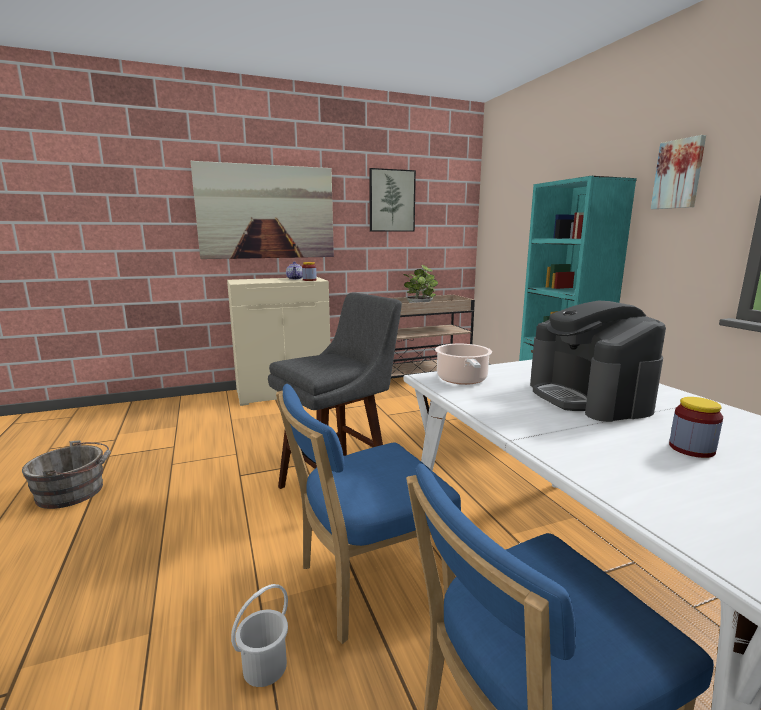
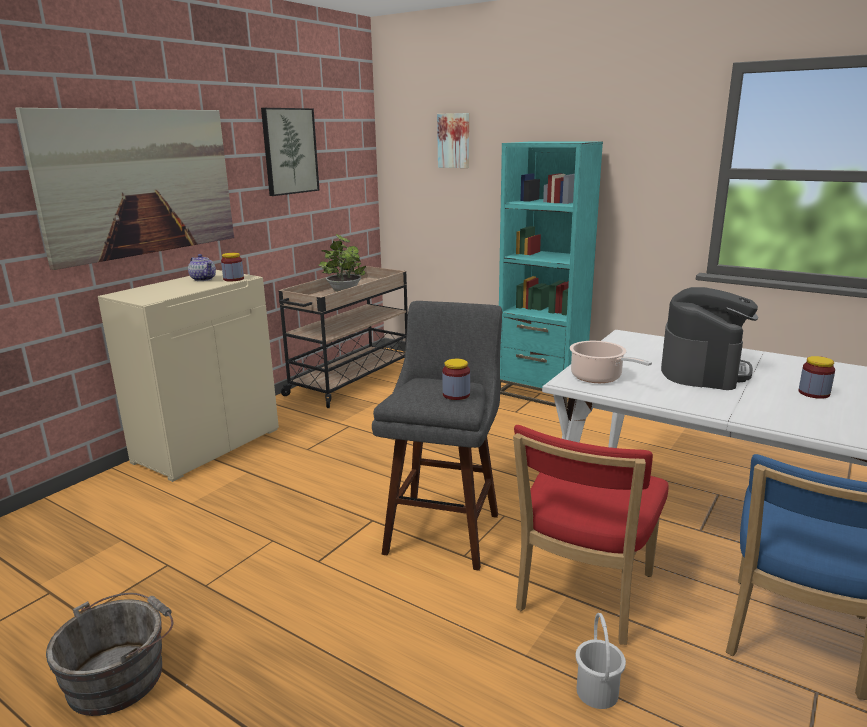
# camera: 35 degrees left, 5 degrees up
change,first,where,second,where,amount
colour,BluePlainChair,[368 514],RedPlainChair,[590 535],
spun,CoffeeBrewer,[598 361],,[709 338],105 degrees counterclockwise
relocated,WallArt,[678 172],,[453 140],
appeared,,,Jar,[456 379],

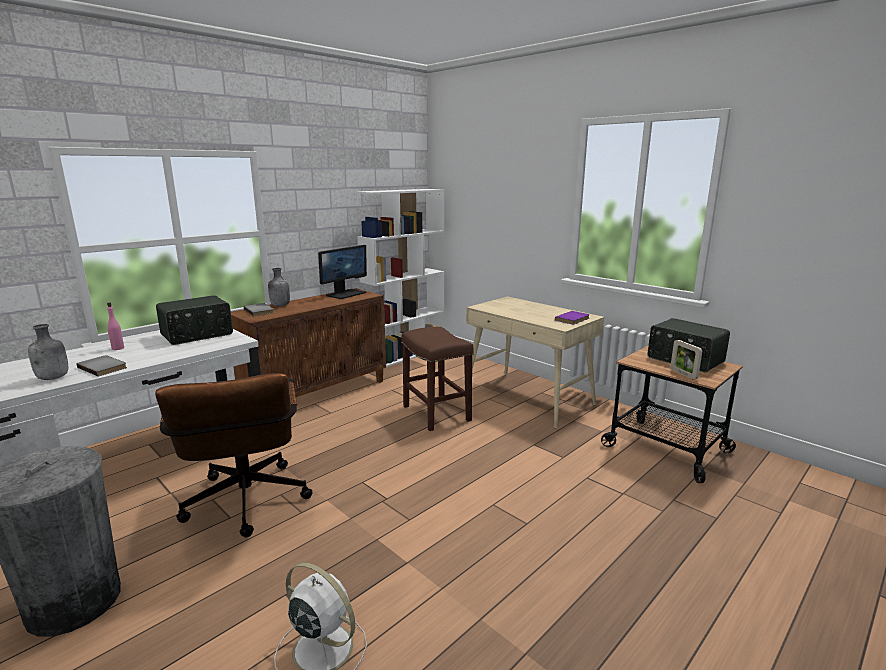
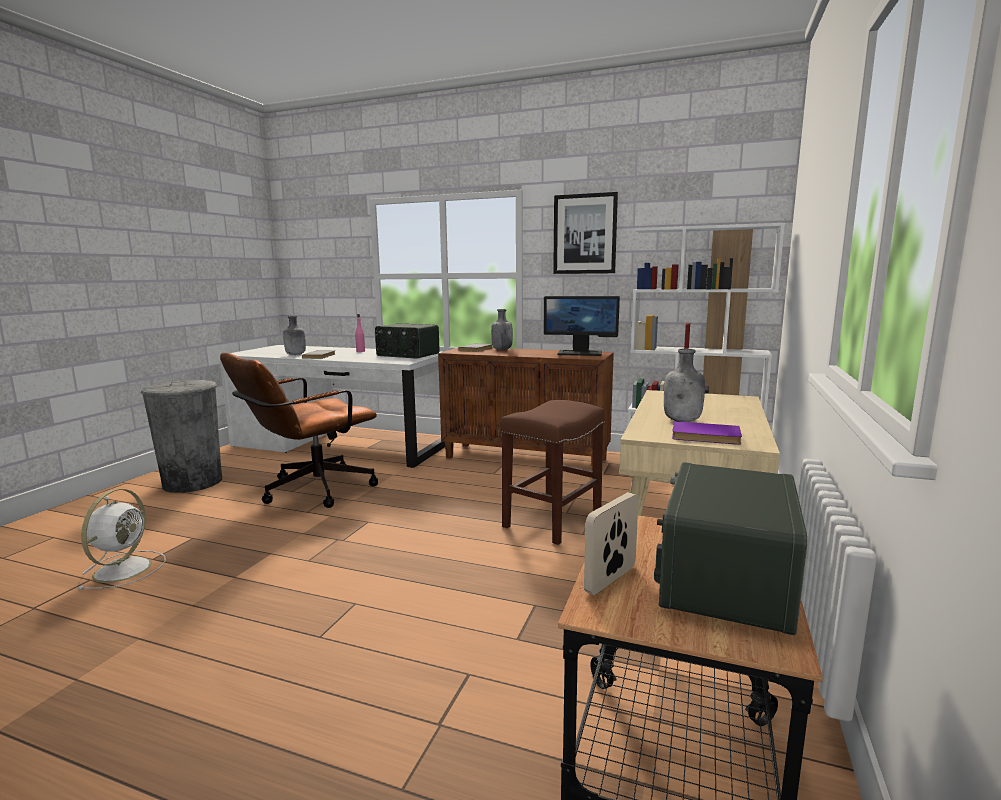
# camera: 65 degrees right, 5 degrees down
change,first,where,second,where,amount
appeared,,,WallArt,[585 233],
appeared,,,GreyishDrinkBottle,[684 385],

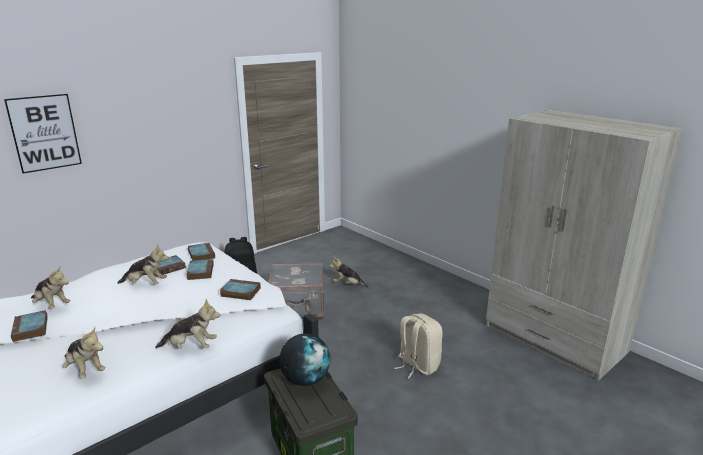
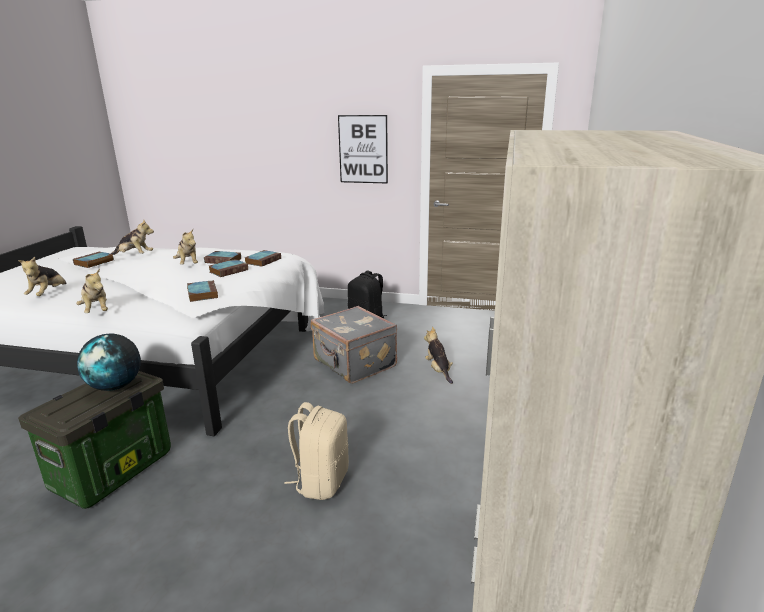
# camera: 55 degrees right, 0 degrees up
change,first,where,second,where,amount
relocated,WallArt,[43 134],,[363 149],
spun,CuddlyToy,[50 288],,[132 237],75 degrees counterclockwise

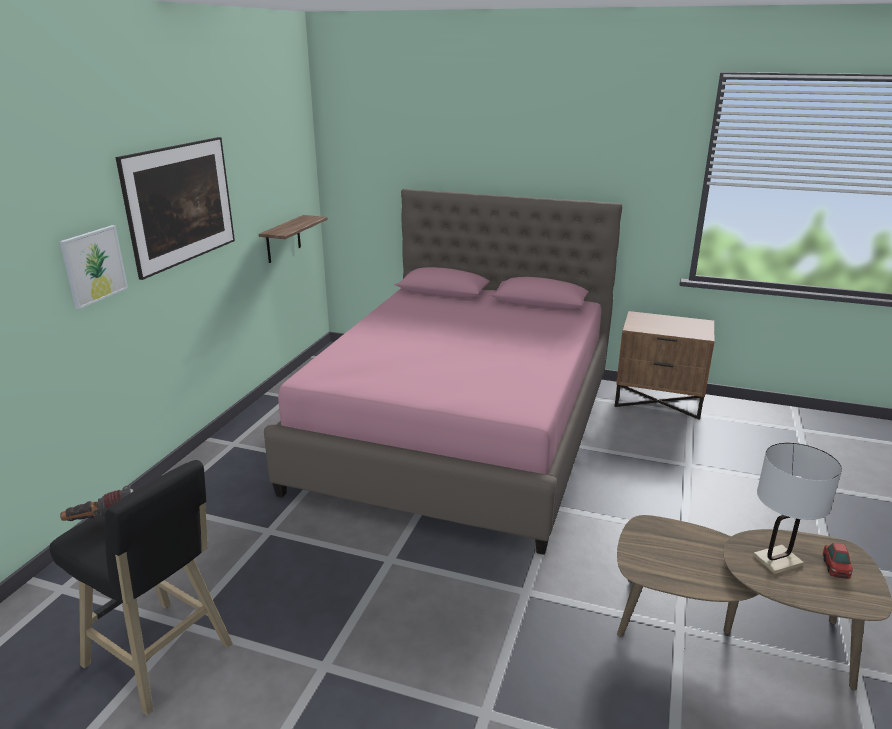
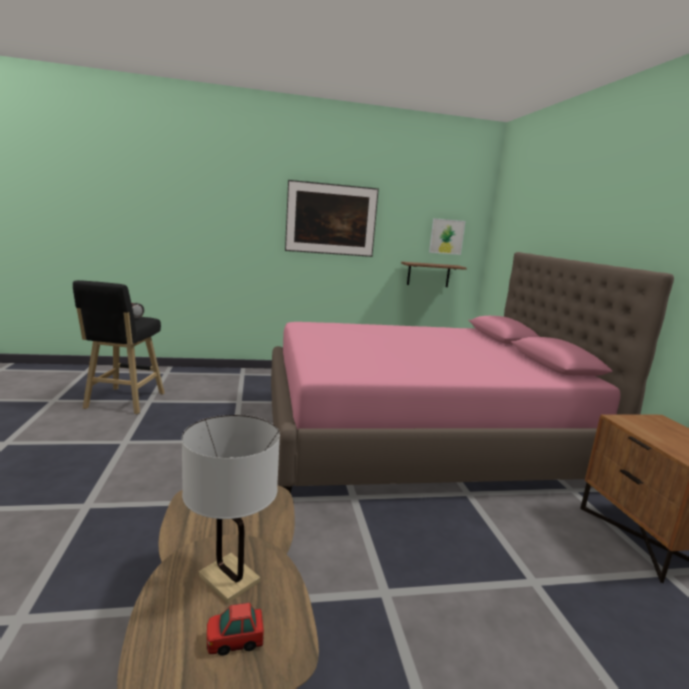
# camera: 60 degrees right, 10 degrees down
change,first,where,second,where,amount
relocated,WallArt,[94 267],,[447 236],

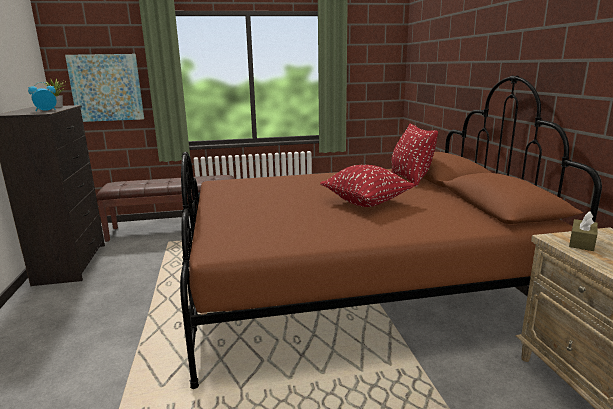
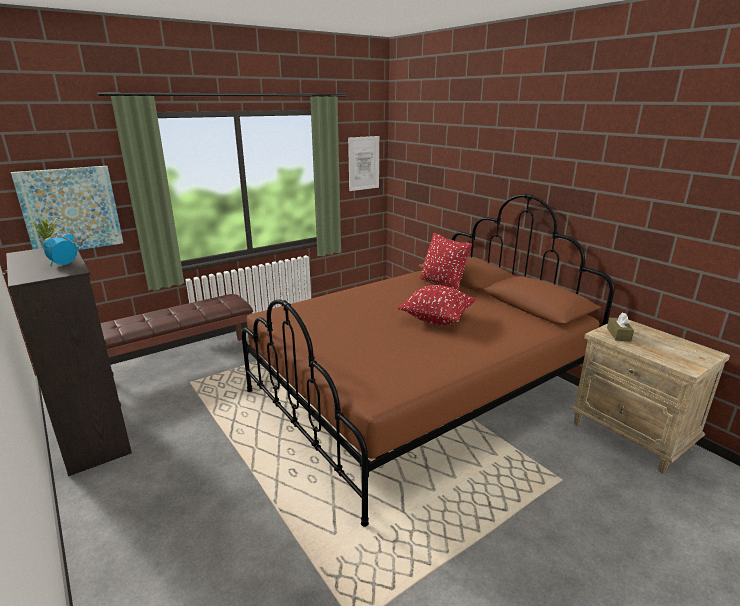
# camera: 25 degrees left, 5 degrees up
change,first,where,second,where,amount
appeared,,,WallArt,[363 163],

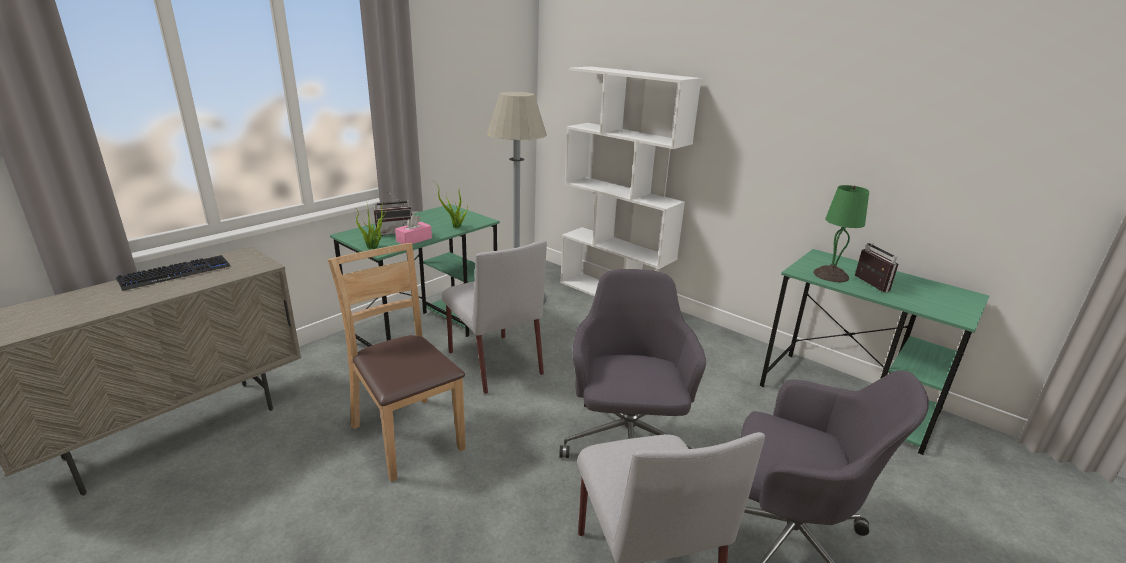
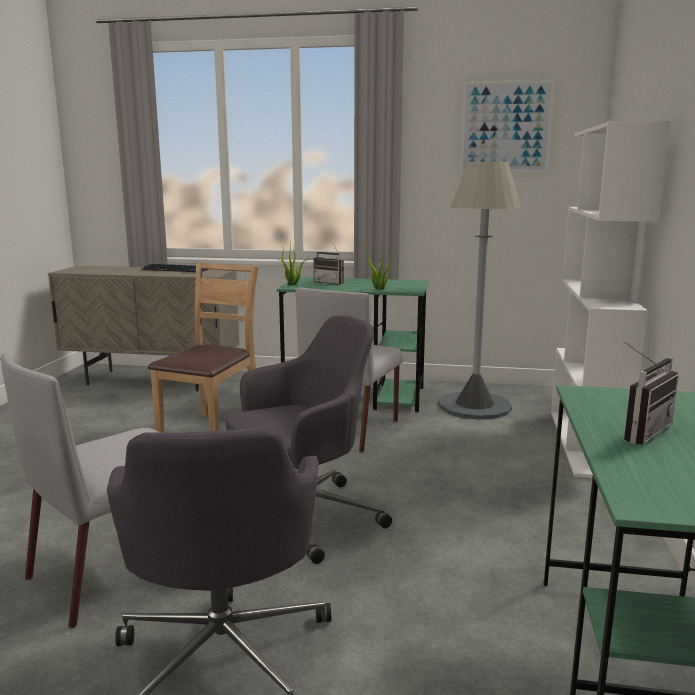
# camera: 60 degrees right, 10 degrees down
change,first,where,second,where,amount
missing,PinkishBoxOfTissues,[413 229],,,
missing,GreenColouredTabletopLamp,[841 233],,,
appeared,,,WallArt,[507 126],

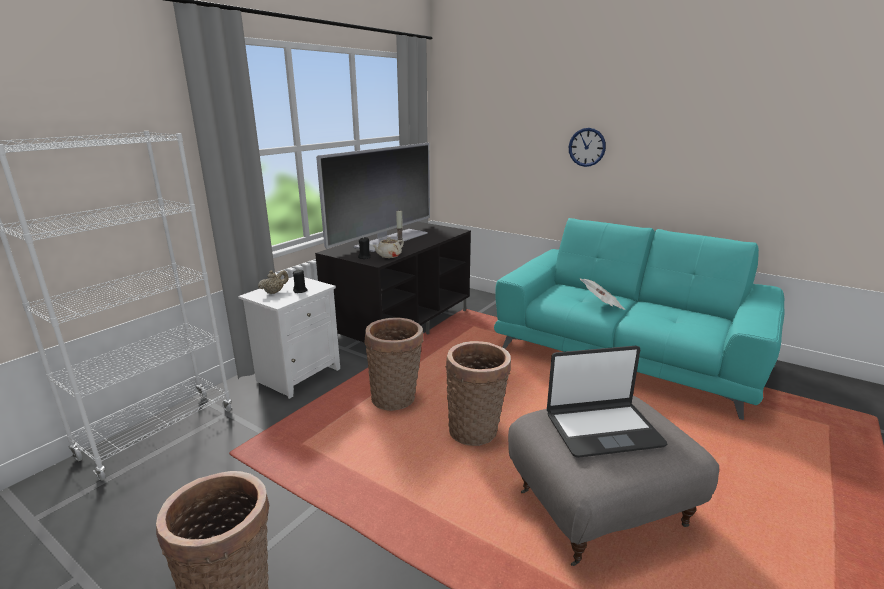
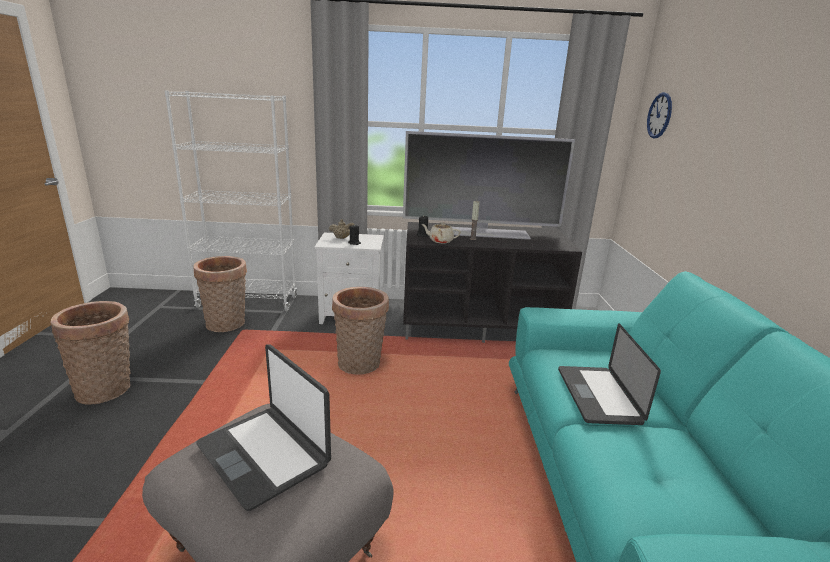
# camera: 55 degrees right, 0 degrees up
change,first,where,second,where,amount
relocated,Basket,[478 393],,[220 294],
relocated,HangingClock,[587 147],,[659 115],
exchanged,PrintedPaper,[603 294],NotebookComputer,[609 374],

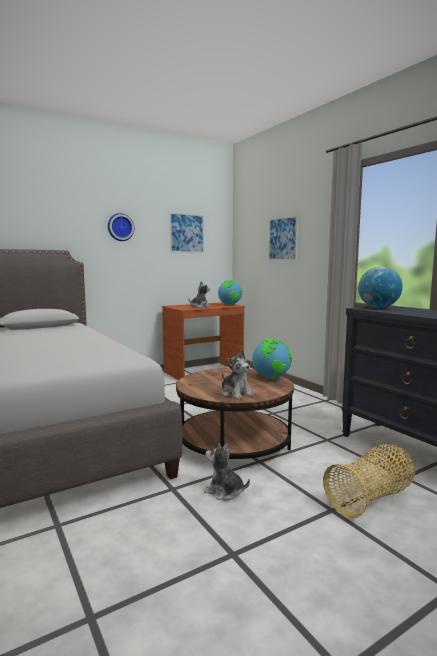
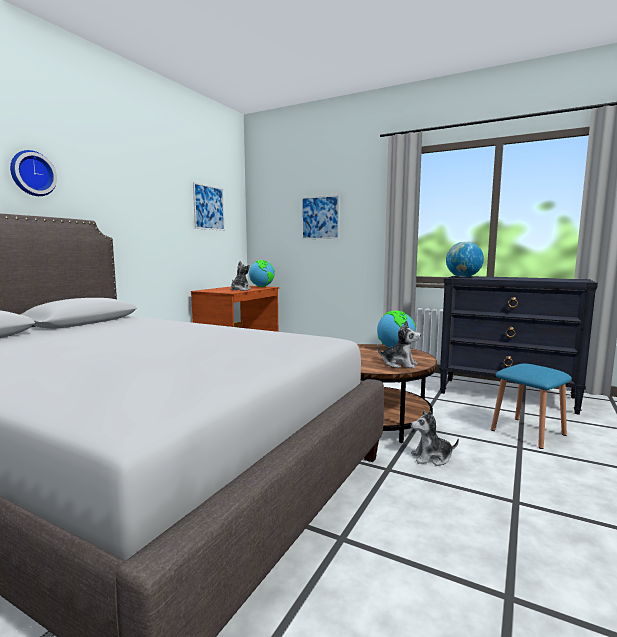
# camera: 30 degrees left, 0 degrees up
change,first,where,second,where,amount
relocated,HangingClock,[121 227],,[33 173],
exchanged,Basket,[369 481],BlueSittingStool,[531 406],

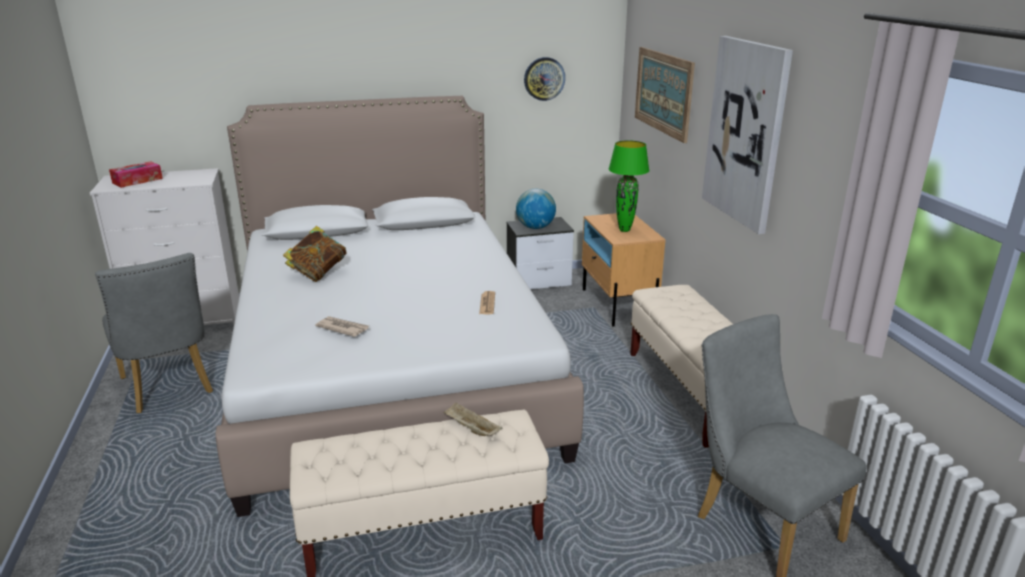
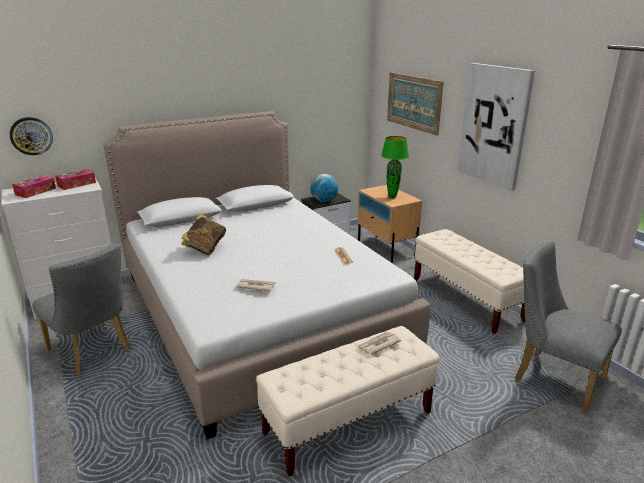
# camera: 15 degrees left, 0 degrees up
change,first,where,second,where,amount
exchanged,BeigeCarryingTray,[472 419],PrintedPaper,[379 343],
relocated,HangingClock,[544 79],,[31 136],
appeared,,,BoxOfTissues,[75 179],

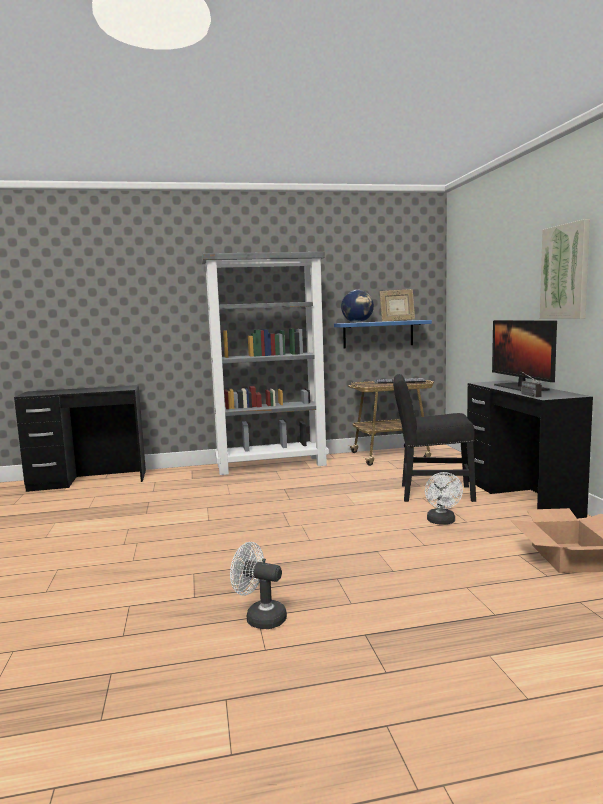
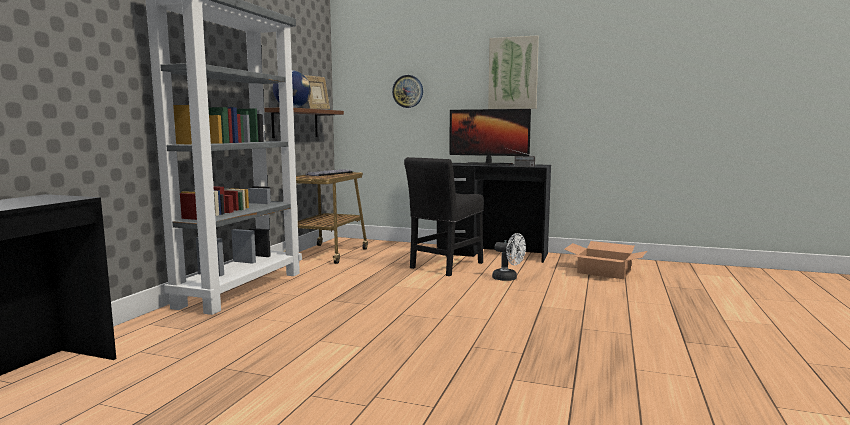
# camera: 60 degrees left, 0 degrees up
change,first,where,second,where,amount
missing,WhiteElectricFan,[258 585],,,
colour,BlueShelf,[383 334],BrownColouredShelf,[304 123],
appeared,,,HangingClock,[407 91],

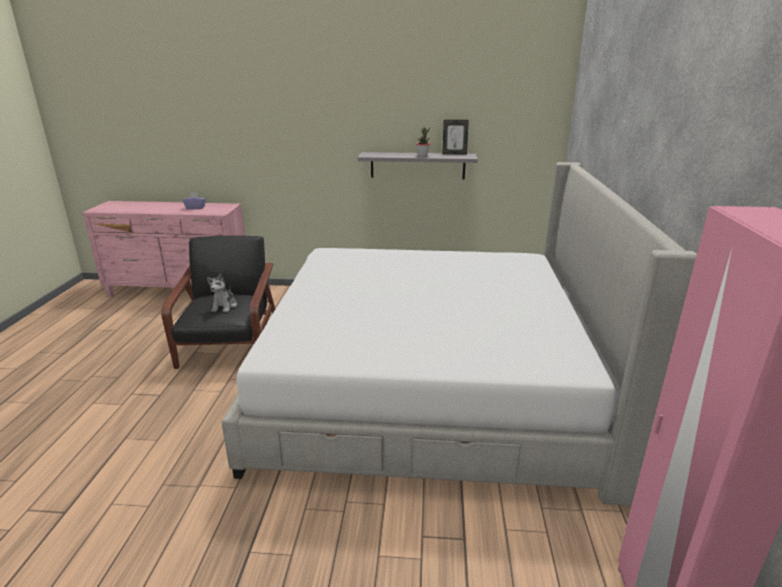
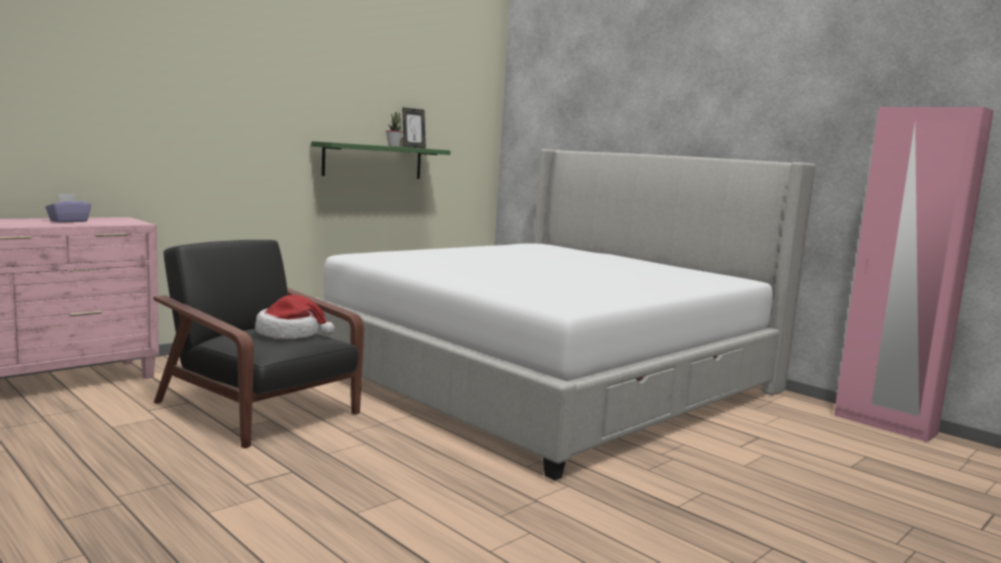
# camera: 50 degrees left, 15 degrees down
change,first,where,second,where,amount
exchanged,CuddlyToy,[222 292],Hat,[294 317],
colour,GreyishShelf,[418 165],GreenColouredShelf,[381 160],

